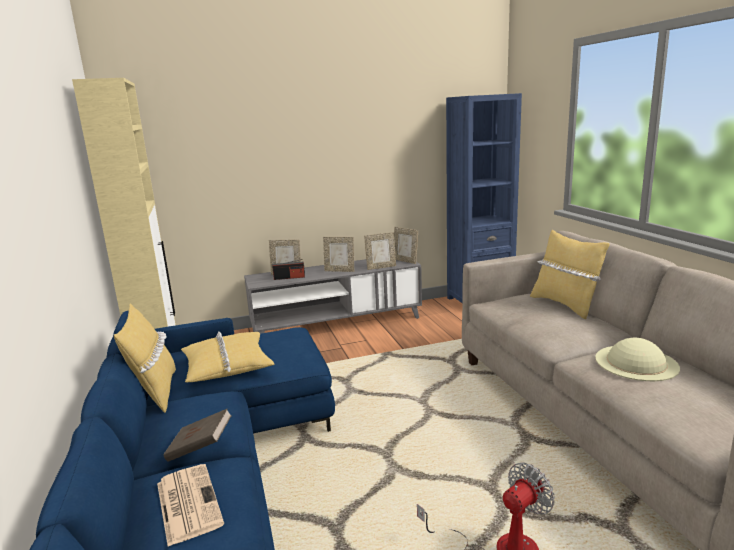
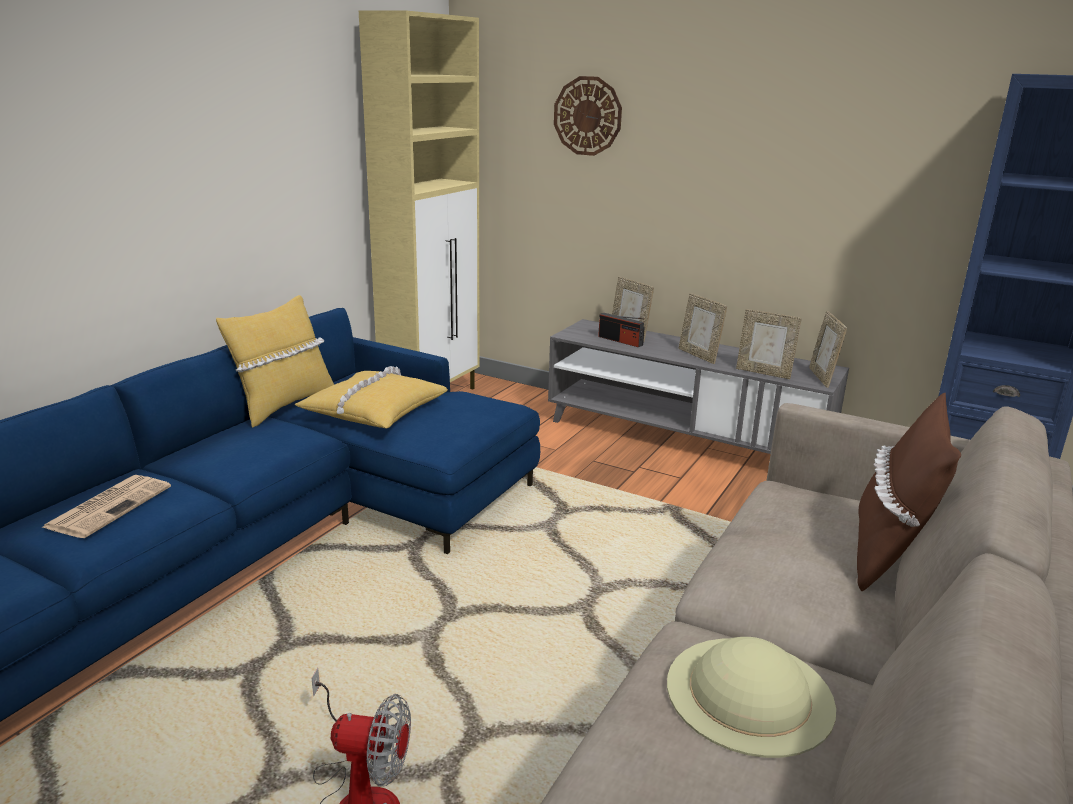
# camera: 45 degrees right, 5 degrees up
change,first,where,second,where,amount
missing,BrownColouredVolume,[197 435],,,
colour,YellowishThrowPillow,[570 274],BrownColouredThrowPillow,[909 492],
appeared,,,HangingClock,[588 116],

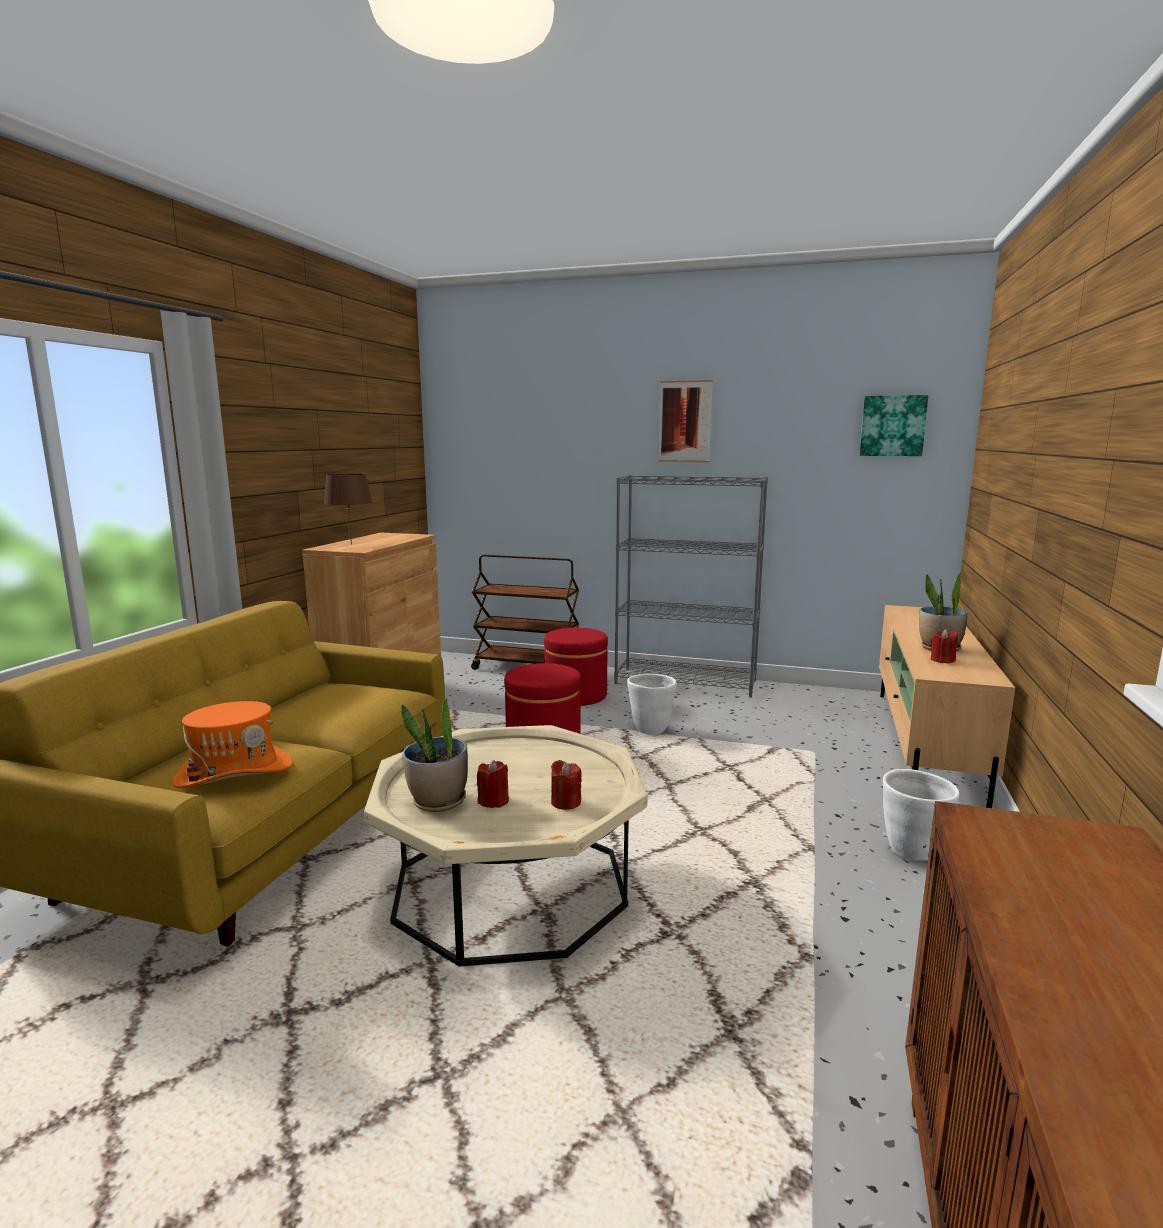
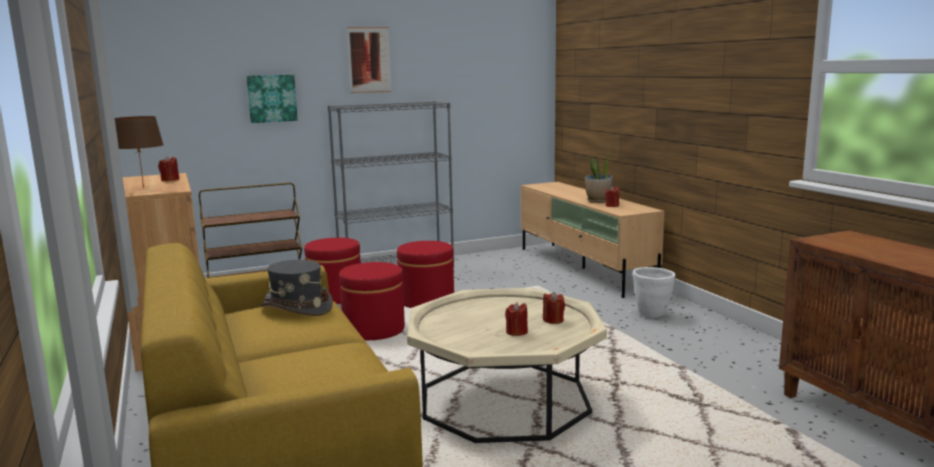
# camera: 40 degrees left, 0 degrees up
change,first,where,second,where,amount
missing,OrangeyHat,[232 744],,,
missing,Houseplant,[434 755],,,
exchanged,WhitePlanter,[652 704],RedOttoman,[425 274],
relocated,WallArt,[893 425],,[272 99],
appeared,,,RedWaxLight,[168 168],
appeared,,,GreyishHat,[296 288],

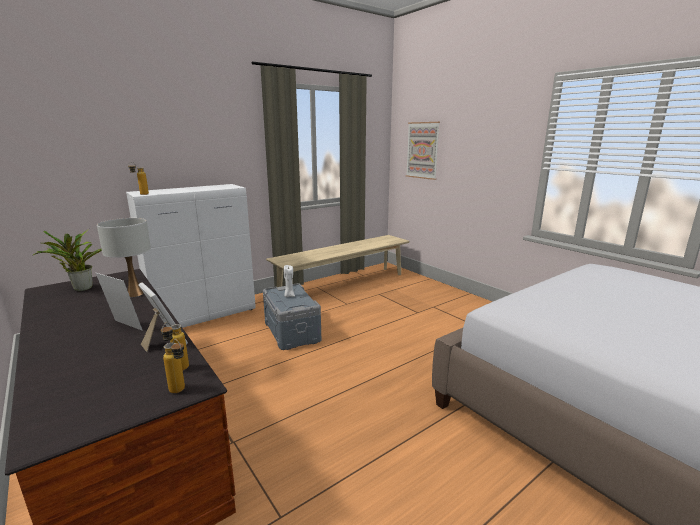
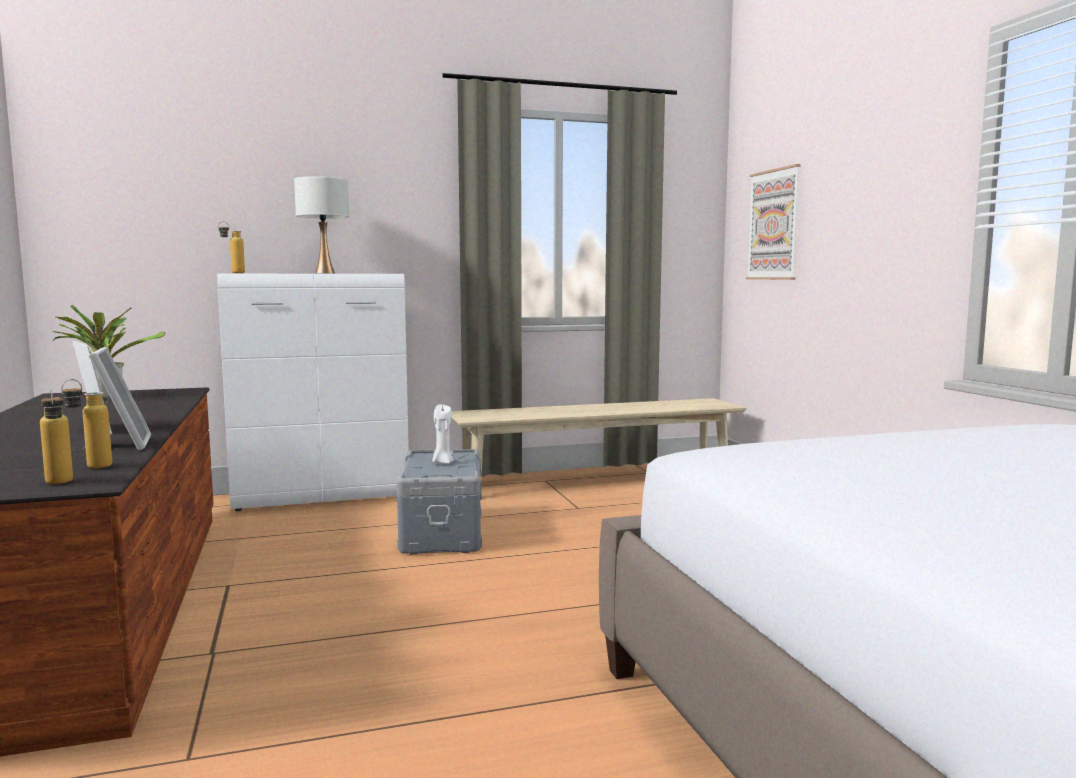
# camera: 20 degrees right, 10 degrees down
change,first,where,second,where,amount
relocated,WhiteTabletopLamp,[124 257],,[321 224],

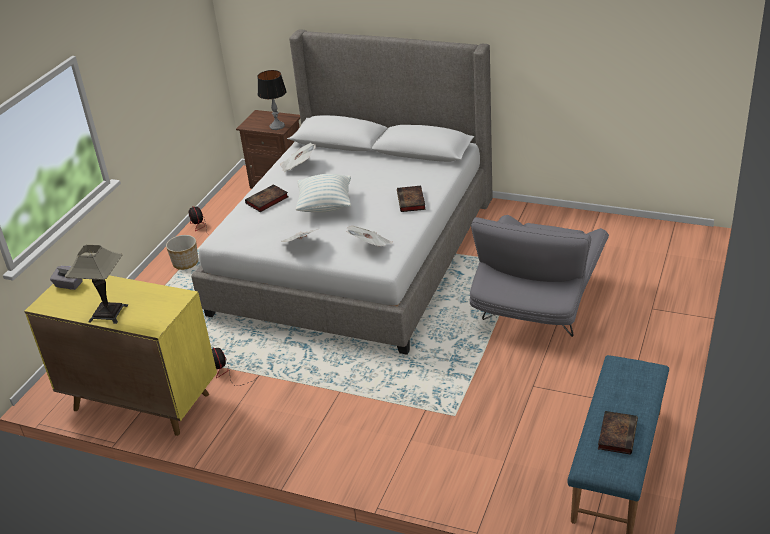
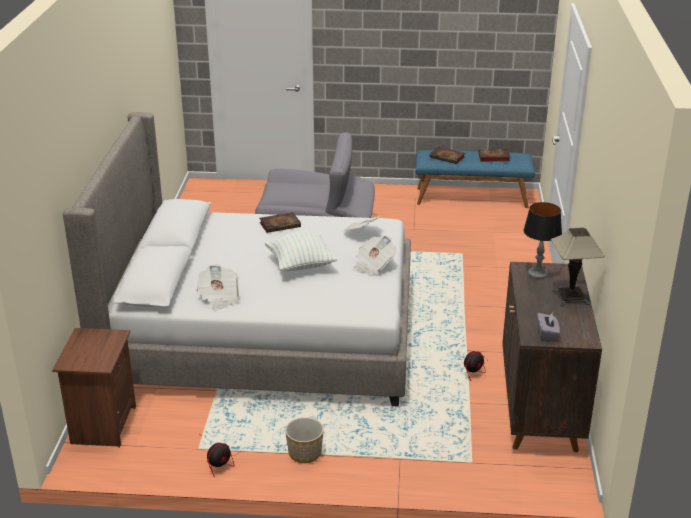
# camera: 110 degrees left, 5 degrees down
change,first,where,second,where,amount
colour,YellowishCupboard,[120 355],BrownColouredCupboard,[552 357],
relocated,Volume,[267 198],,[447 155],
relocated,TabletopLamp,[272 100],,[542 240],

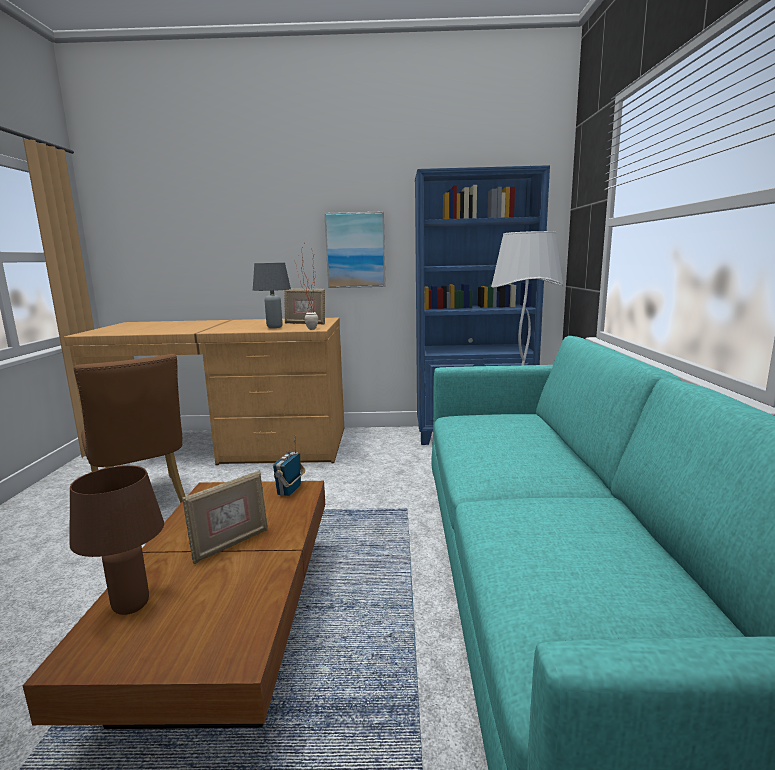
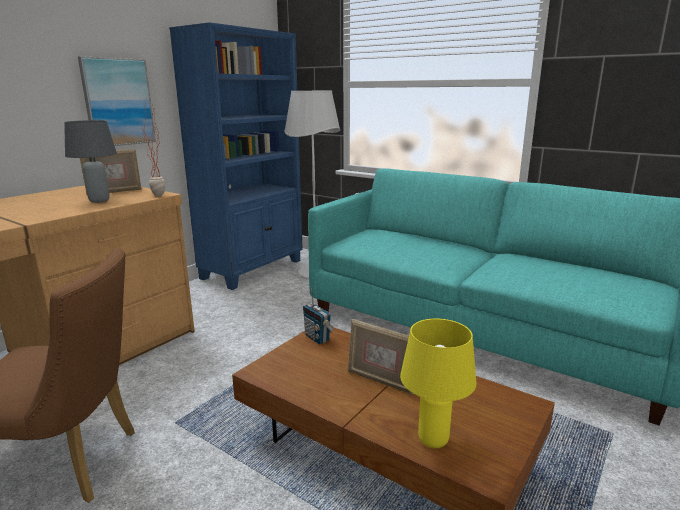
# camera: 55 degrees left, 5 degrees up
change,first,where,second,where,amount
colour,BrownColouredTabletopLamp,[117 540],YellowishTabletopLamp,[438 383],
spun,StandingFrame,[225 517],,[380 357],135 degrees clockwise

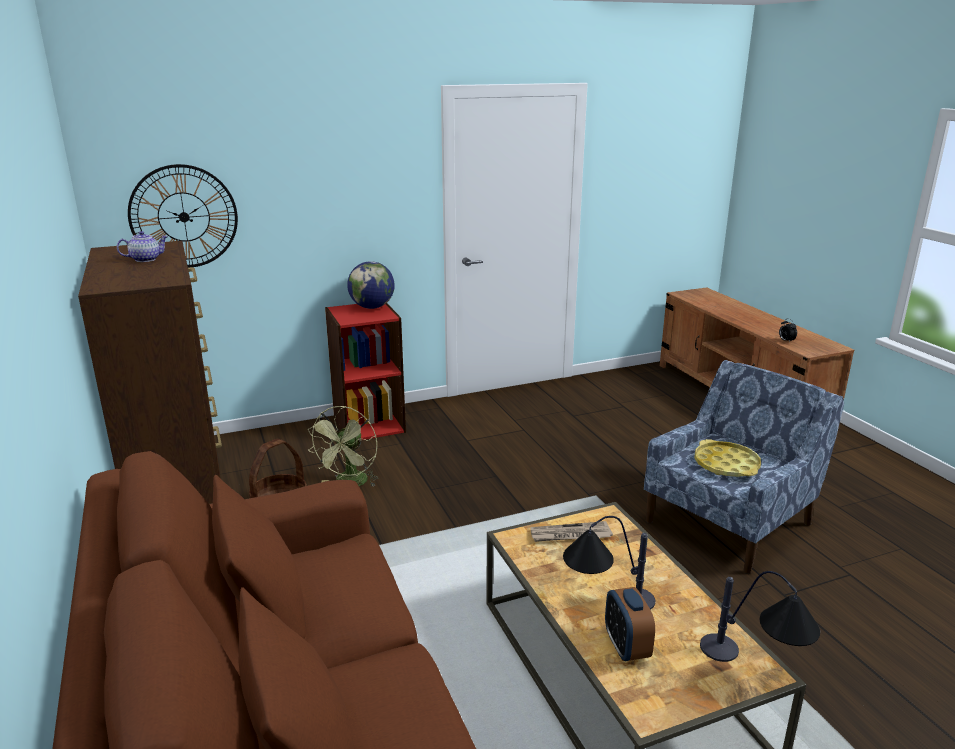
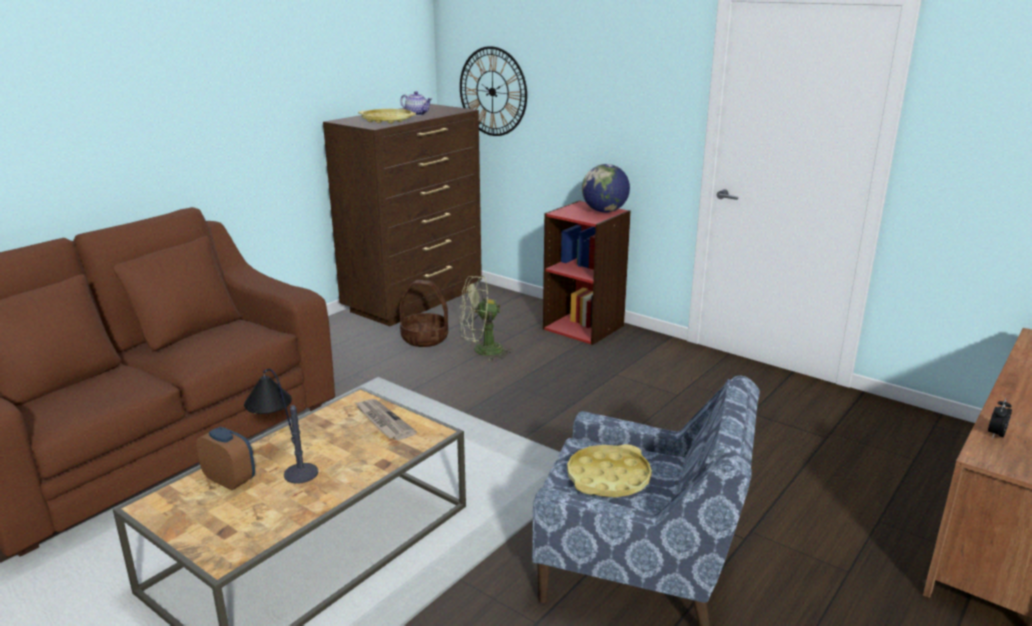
# camera: 60 degrees right, 0 degrees up
change,first,where,second,where,amount
spun,AlarmClock,[630 624],,[225 459],75 degrees clockwise
missing,TabletopLamp,[760 616],,,
appeared,,,YellowishCarryingTray,[387 116],

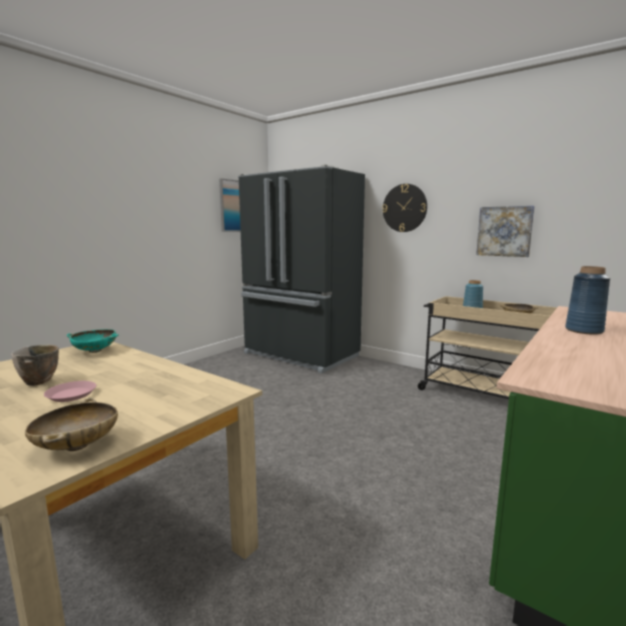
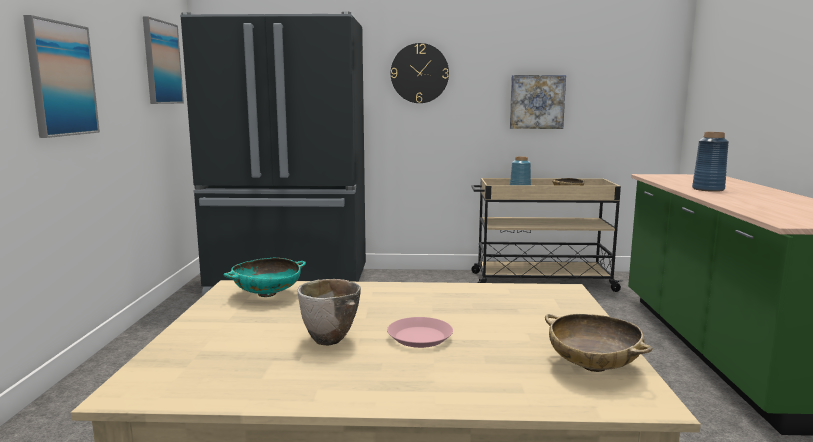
# camera: 35 degrees left, 0 degrees up
change,first,where,second,where,amount
appeared,,,WallArt,[61 76],

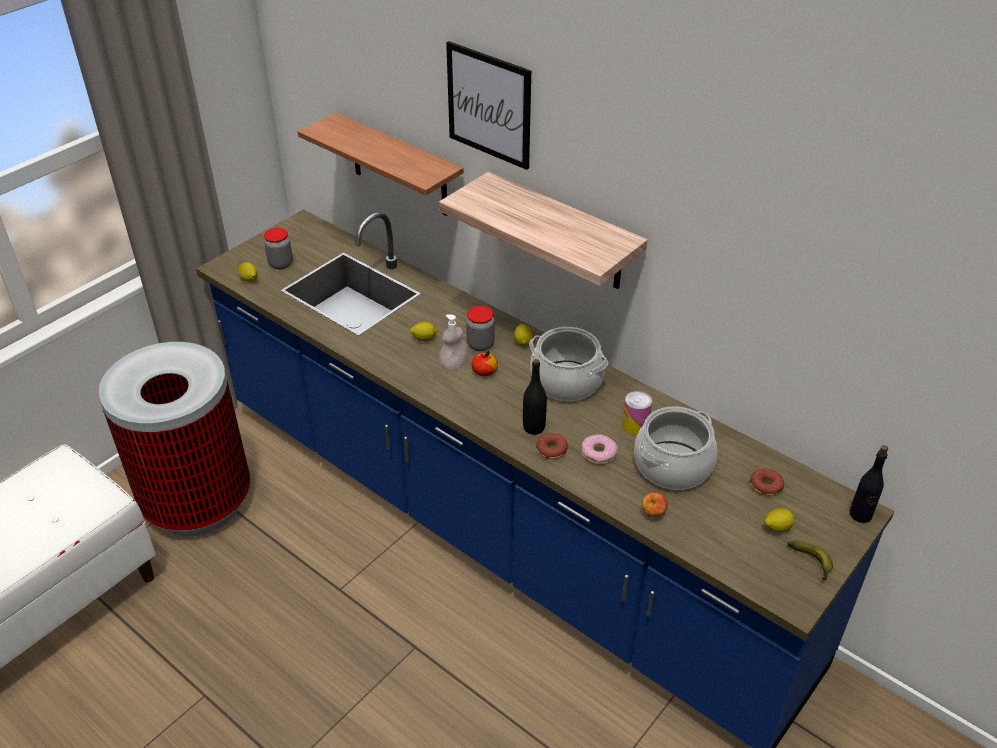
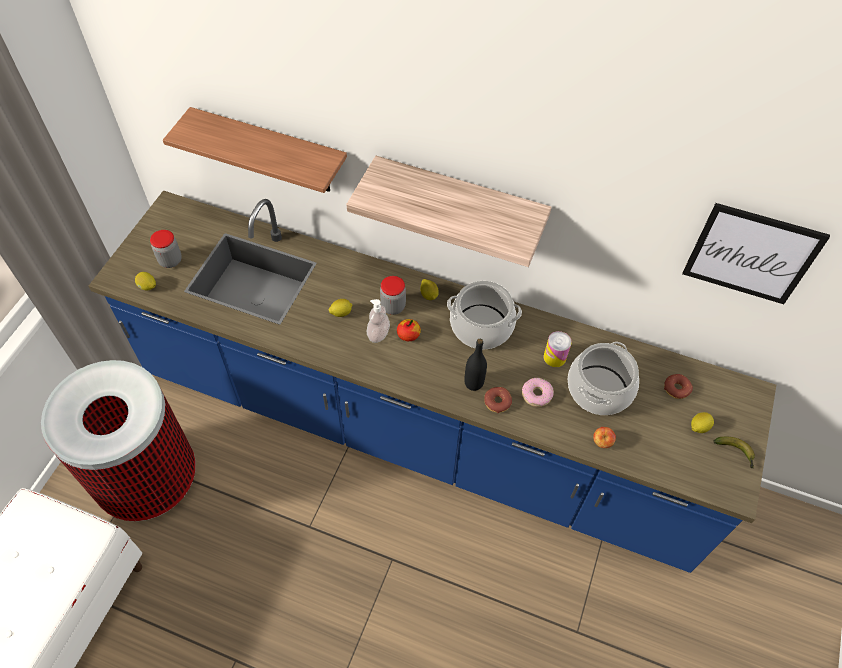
# camera: 20 degrees left, 15 degrees up
change,first,where,second,where,amount
relocated,WallArt,[488 105],,[756 253],
missing,BlackColouredDrinkBottle,[868 484],,,

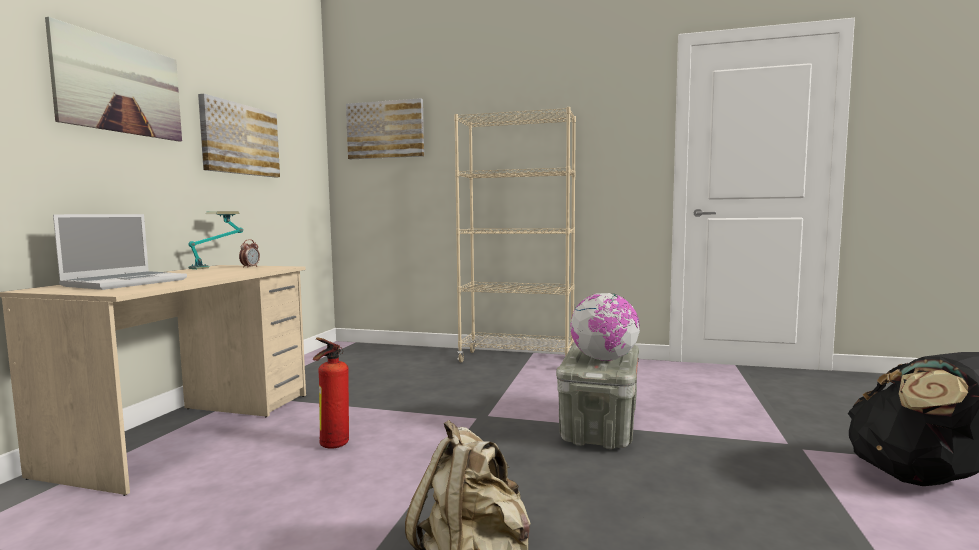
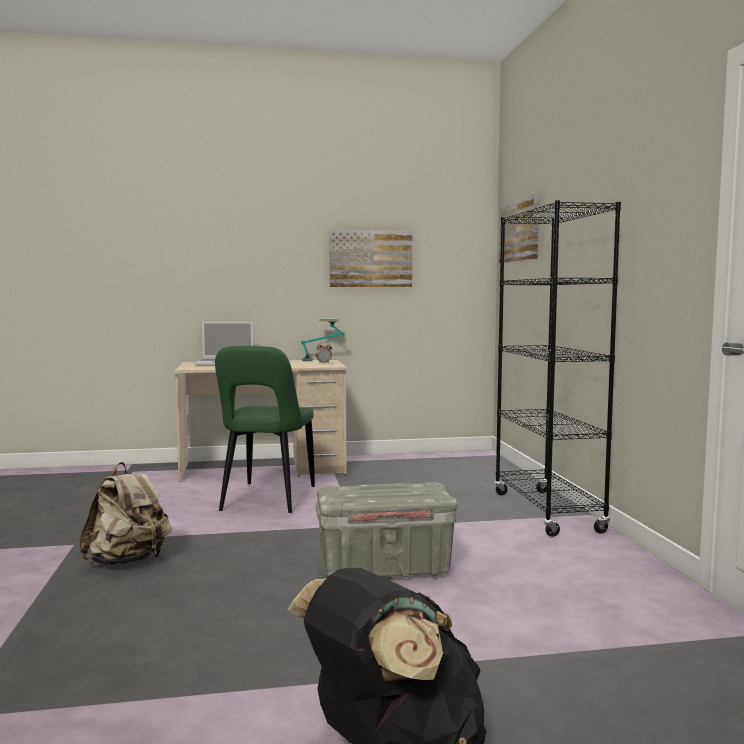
# camera: 65 degrees right, 0 degrees up
change,first,where,second,where,amount
missing,WallArt,[113 79],,,
exchanged,FireFightingCylinder,[331 393],GreenColouredPlainChair,[265 429],
colour,BeigeShelvingUnit,[515 235],BlackColouredShelvingUnit,[557 368],
missing,Globe,[605 327],,,

